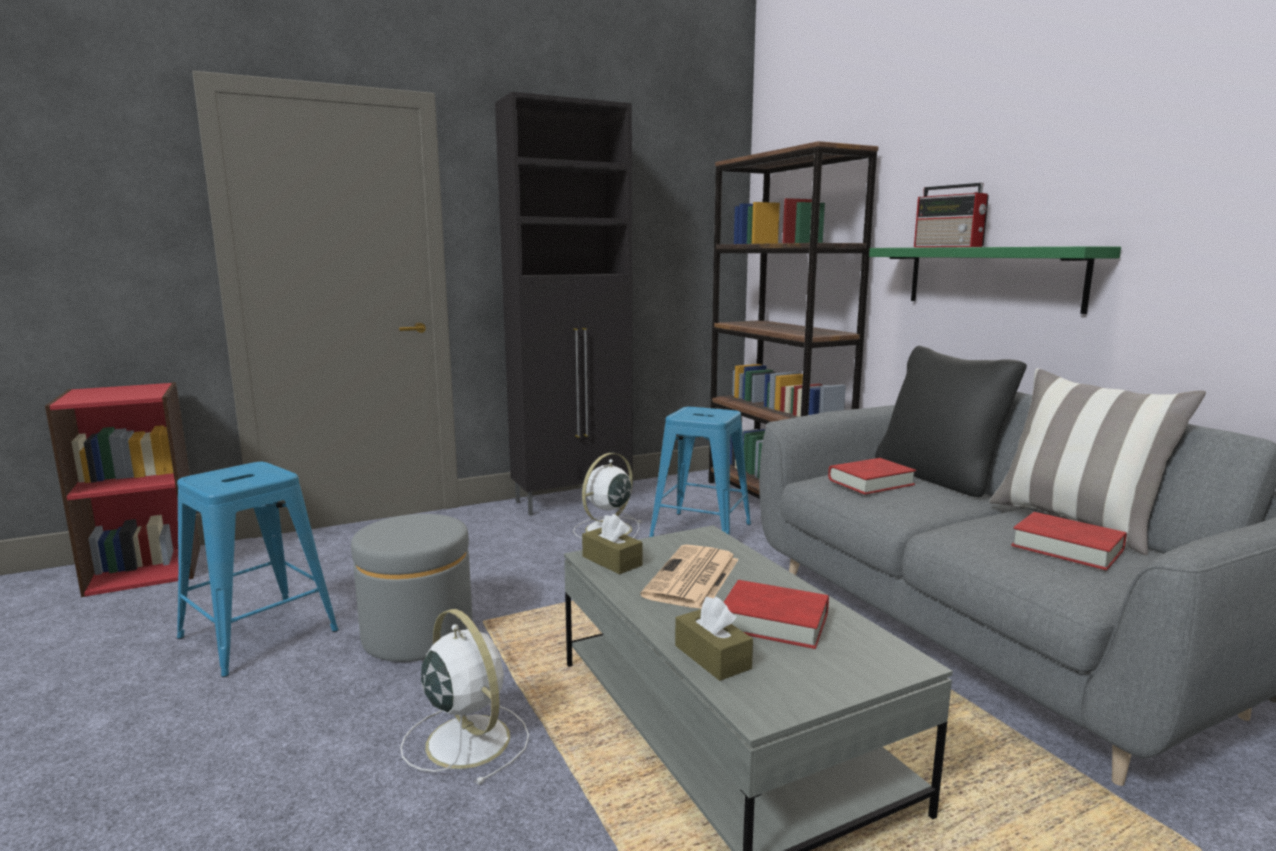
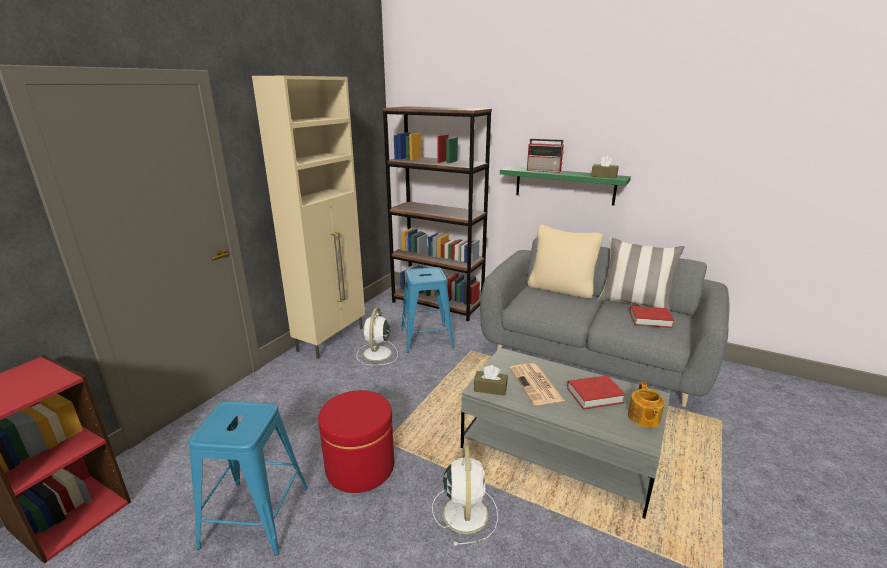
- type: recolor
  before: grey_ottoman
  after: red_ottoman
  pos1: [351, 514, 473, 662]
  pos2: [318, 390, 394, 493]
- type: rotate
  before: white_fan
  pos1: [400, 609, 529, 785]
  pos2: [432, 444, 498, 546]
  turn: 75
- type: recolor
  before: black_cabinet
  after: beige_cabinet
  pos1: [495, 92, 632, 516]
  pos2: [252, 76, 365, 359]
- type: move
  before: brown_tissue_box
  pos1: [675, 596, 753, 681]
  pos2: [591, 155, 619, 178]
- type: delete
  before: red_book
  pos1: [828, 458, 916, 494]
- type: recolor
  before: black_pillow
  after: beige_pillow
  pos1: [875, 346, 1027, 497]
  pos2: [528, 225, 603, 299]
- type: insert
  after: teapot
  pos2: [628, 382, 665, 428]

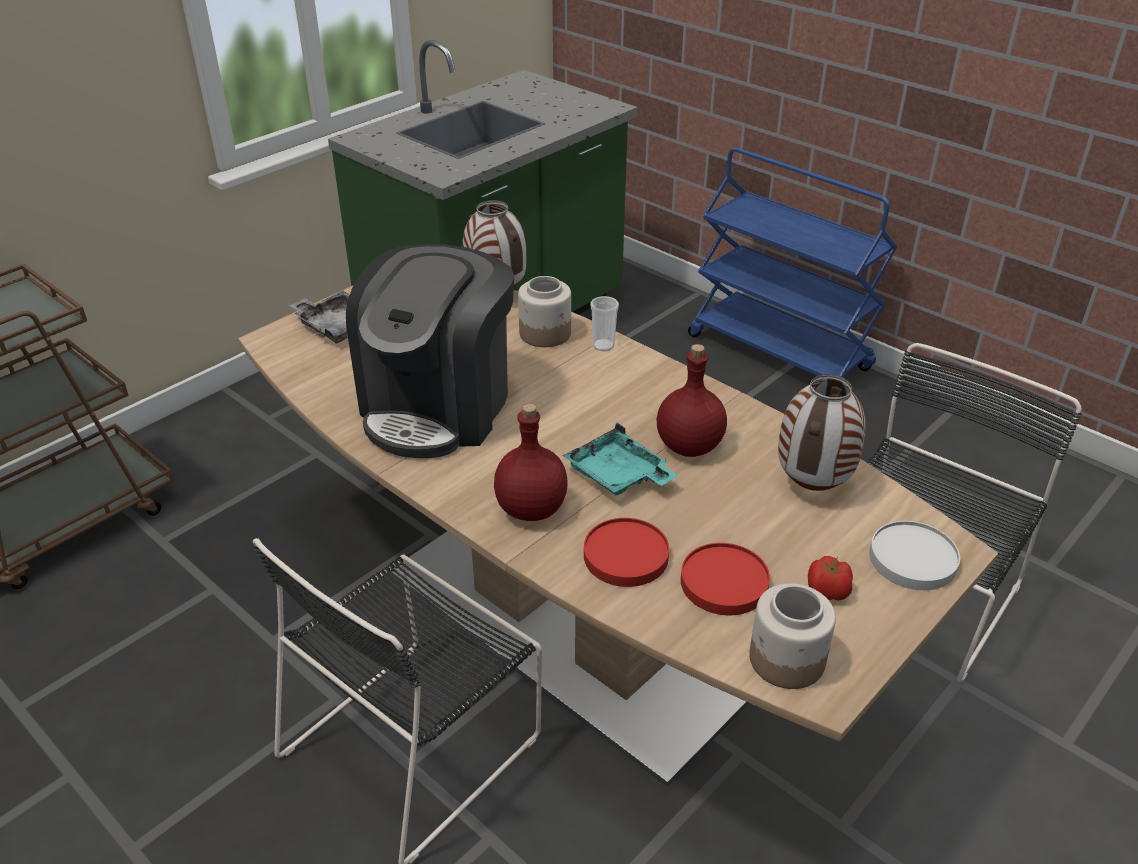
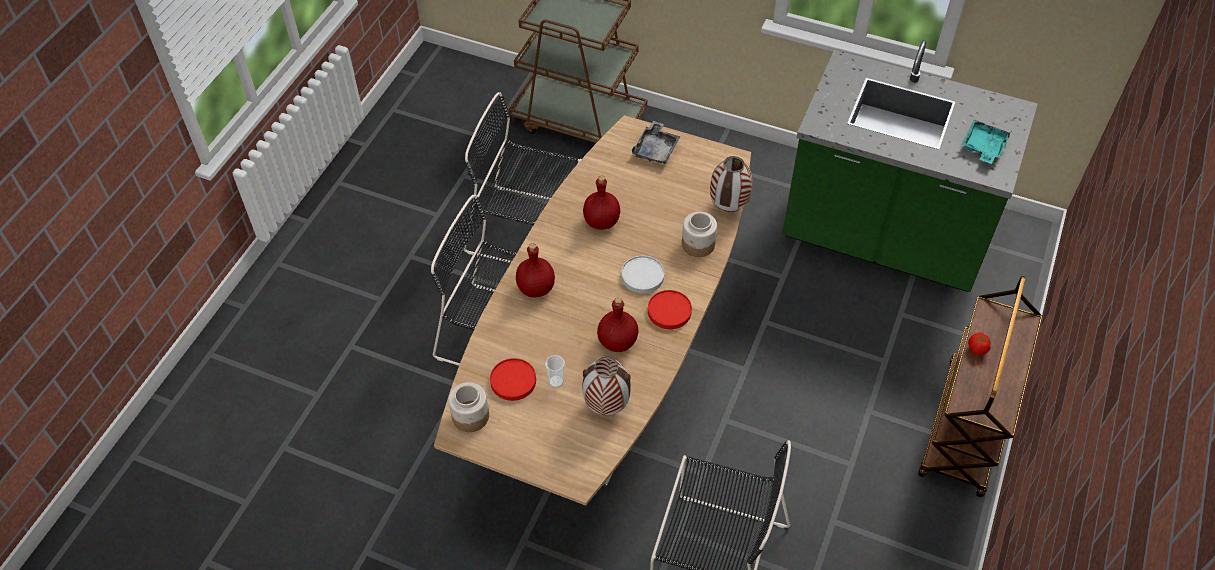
- type: replace
  before: coffee_machine
  after: red_bottle
  pos1: [346, 244, 514, 458]
  pos2: [583, 176, 620, 230]
- type: move
  before: turquoise_tray
  pos1: [562, 423, 678, 495]
  pos2: [962, 120, 1011, 164]
- type: move
  before: red_plate
  pos1: [584, 518, 669, 587]
  pos2: [648, 290, 692, 329]
- type: move
  before: cup
  pos1: [590, 296, 619, 351]
  pos2: [545, 355, 565, 388]
- type: recolor
  before: blue_cart
  after: brown_cart
  pos1: [688, 148, 897, 377]
  pos2: [918, 276, 1042, 497]
- type: move
  before: tomato
  pos1: [808, 556, 853, 601]
  pos2: [968, 333, 991, 355]
- type: move
  before: white_plate
  pos1: [869, 521, 960, 590]
  pos2: [621, 256, 664, 293]
- type: insert
  after: black_chair
  pos2: [463, 92, 581, 263]

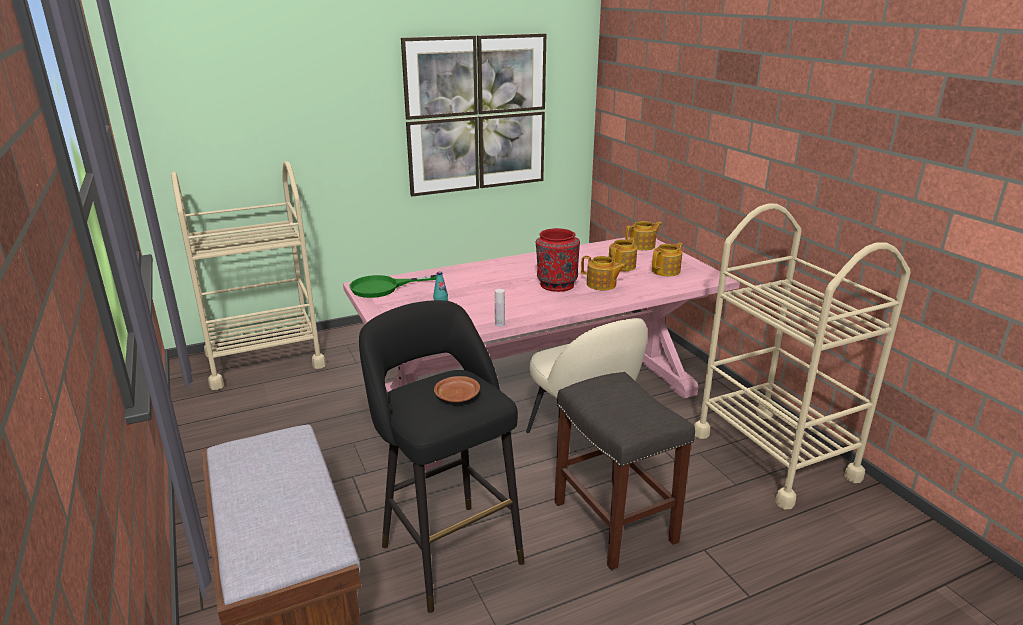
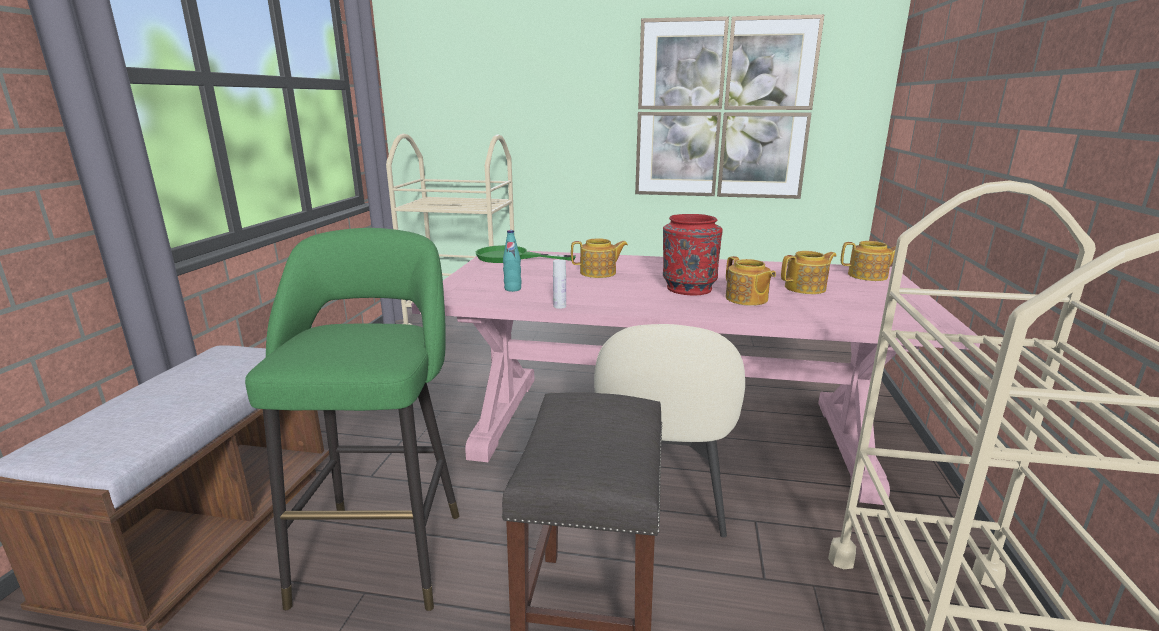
- type: recolor
  before: black_stool
  after: green_stool
  pos1: [359, 300, 525, 613]
  pos2: [245, 228, 459, 611]
- type: delete
  before: brown_plate
  pos1: [434, 376, 480, 403]
- type: move
  before: teapot
  pos1: [652, 242, 683, 276]
  pos2: [571, 238, 628, 278]

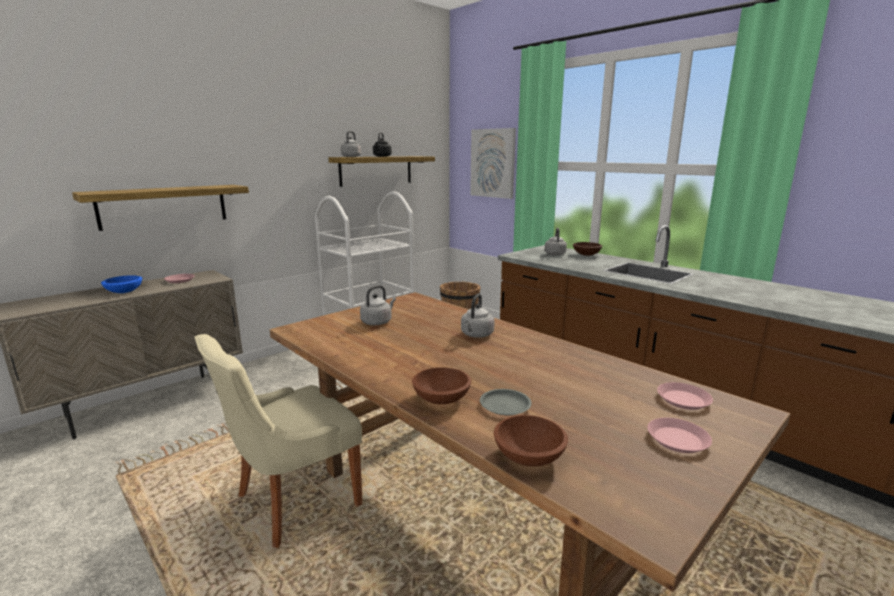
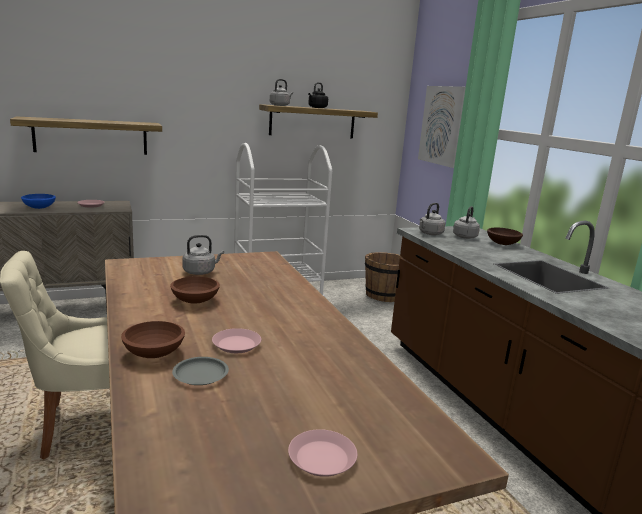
- type: move
  before: grey_kettle
  pos1: [461, 294, 495, 338]
  pos2: [419, 203, 445, 235]
- type: move
  before: brown_bowl
  pos1: [494, 415, 568, 467]
  pos2: [170, 276, 220, 304]
- type: move
  before: pink_plate
  pos1: [657, 382, 713, 410]
  pos2: [212, 328, 261, 353]

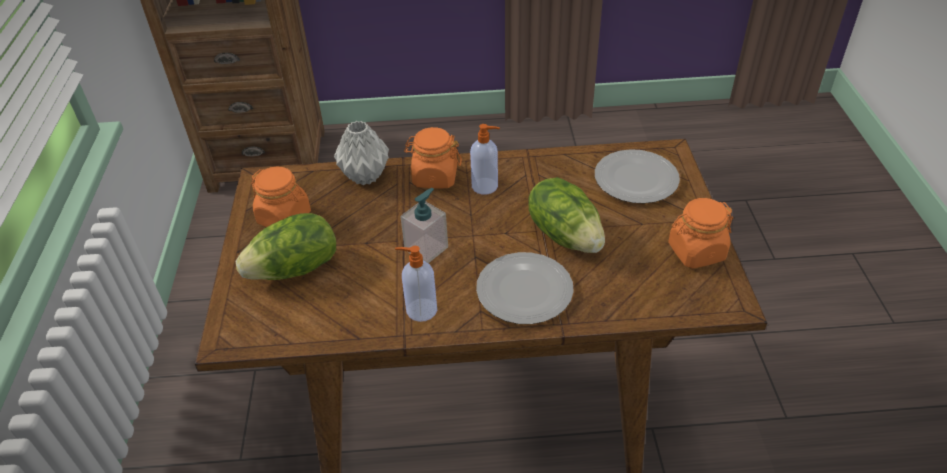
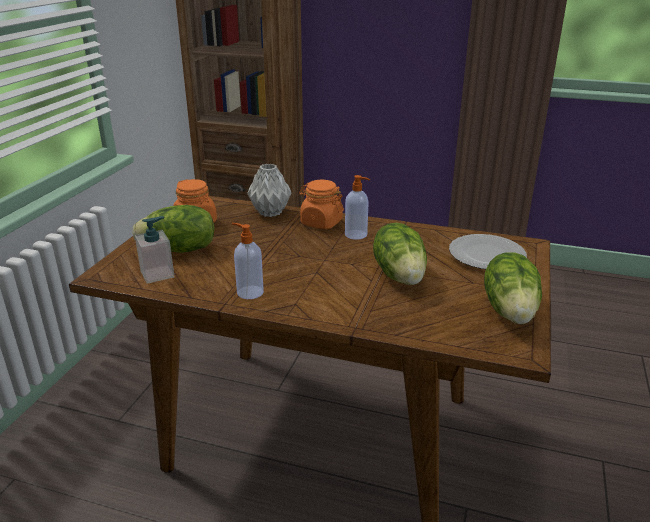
- type: move
  before: soap_dispenser
  pos1: [400, 188, 448, 263]
  pos2: [135, 216, 175, 284]
- type: delete
  before: plate
  pos1: [476, 252, 574, 324]
- type: replace
  before: orange_jar
  after: lettuce
  pos1: [668, 198, 733, 269]
  pos2: [484, 252, 542, 324]

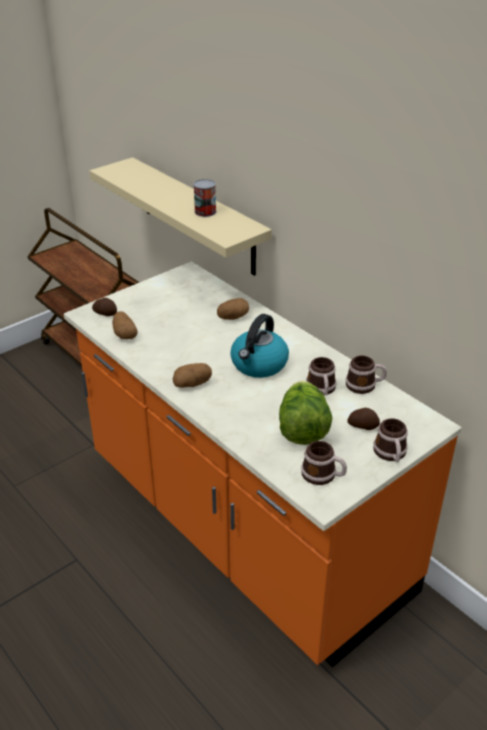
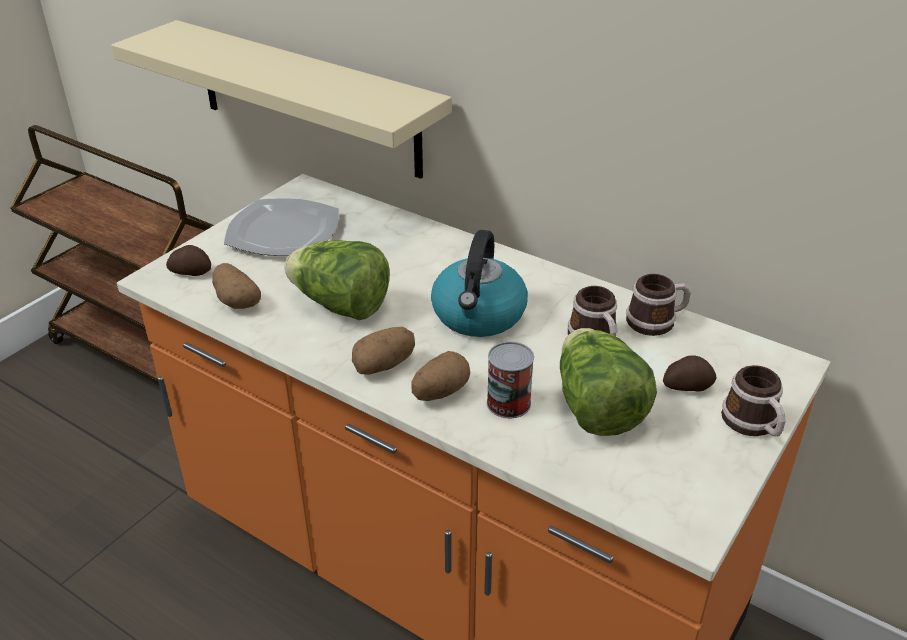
- type: move
  before: can
  pos1: [193, 179, 216, 217]
  pos2: [487, 342, 534, 418]
- type: move
  before: potato
  pos1: [217, 298, 249, 320]
  pos2: [412, 351, 470, 401]
- type: delete
  before: mug
  pos1: [301, 441, 347, 485]
- type: insert
  after: plate
  pos2: [224, 198, 339, 256]
- type: insert
  after: lettuce
  pos2: [285, 240, 390, 320]

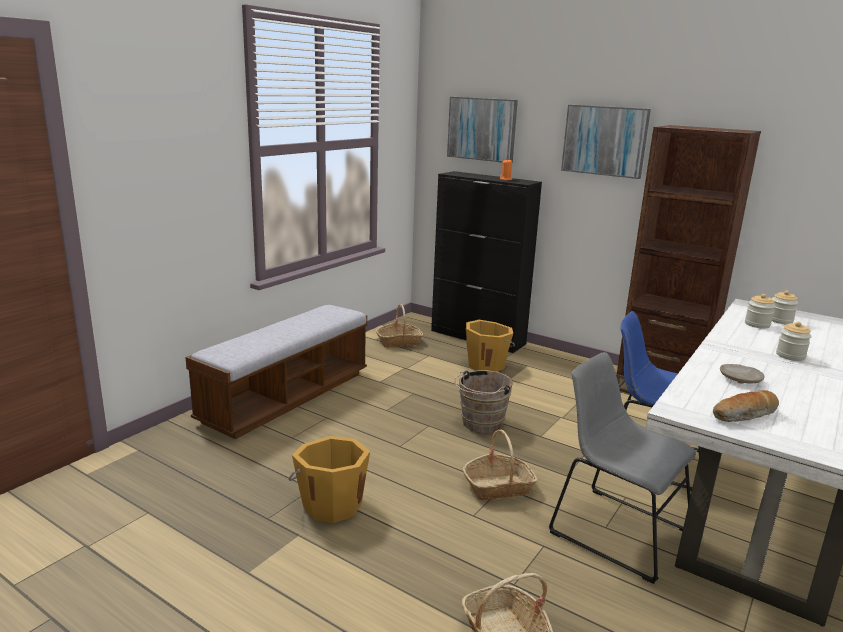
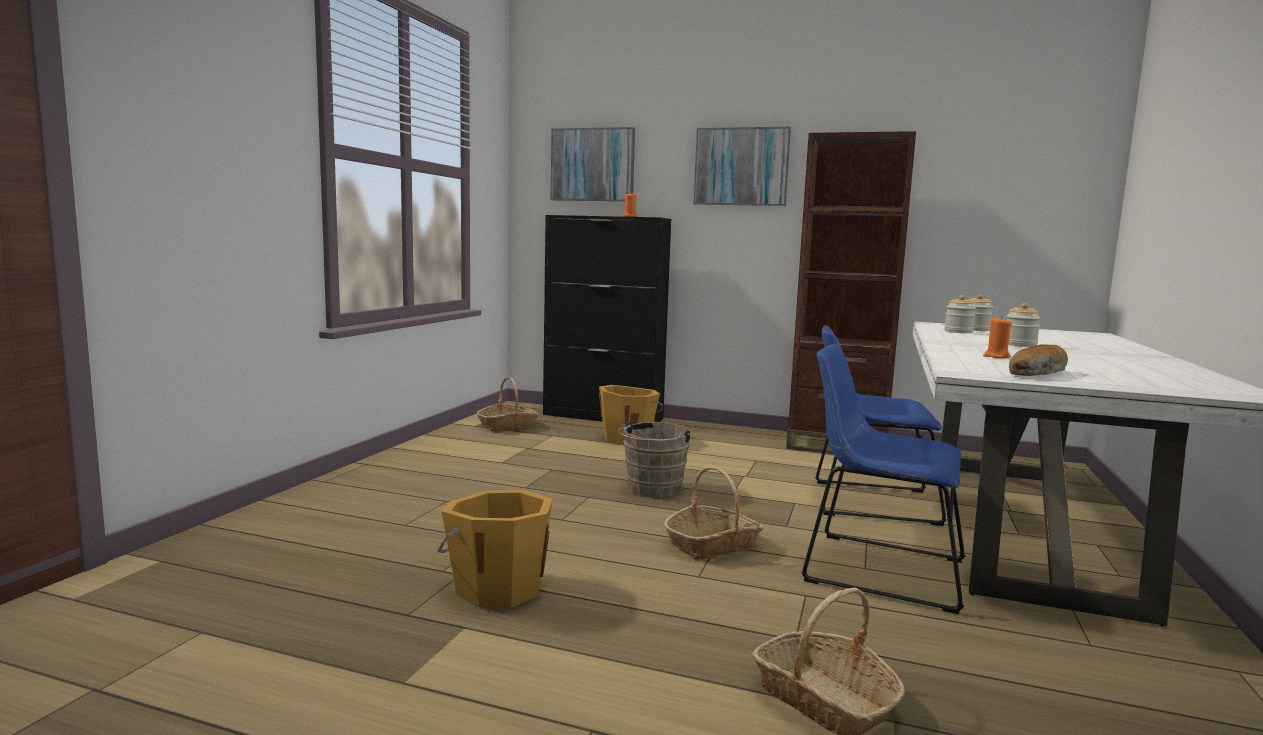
- type: delete
  before: bench
  pos1: [185, 305, 367, 439]
- type: recolor
  before: grey_chair
  after: blue_chair
  pos1: [549, 352, 696, 584]
  pos2: [802, 344, 965, 614]
- type: replace
  before: beige_plate
  after: orange_candle
  pos1: [720, 364, 765, 384]
  pos2: [983, 316, 1012, 358]

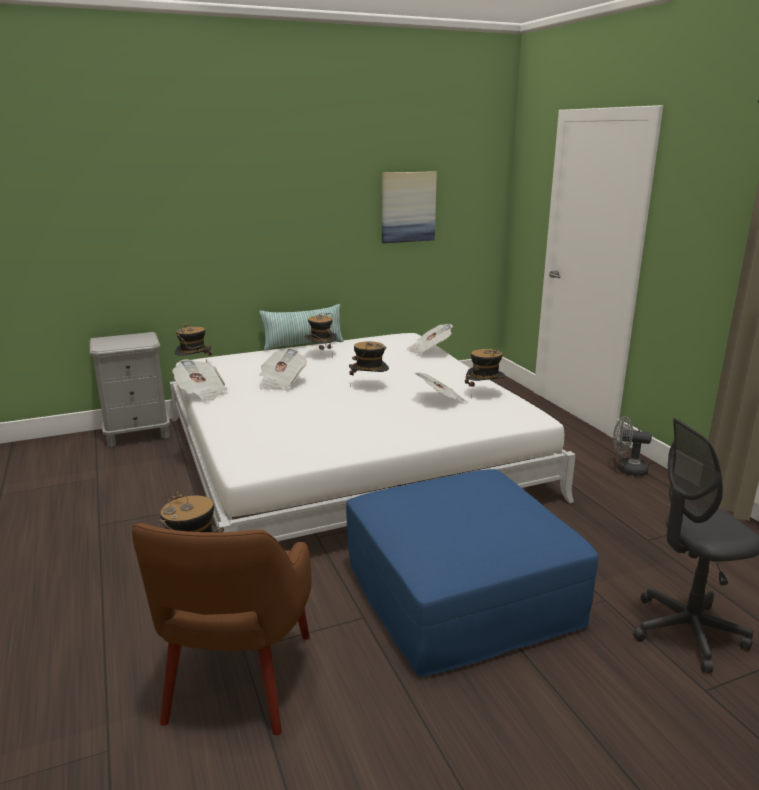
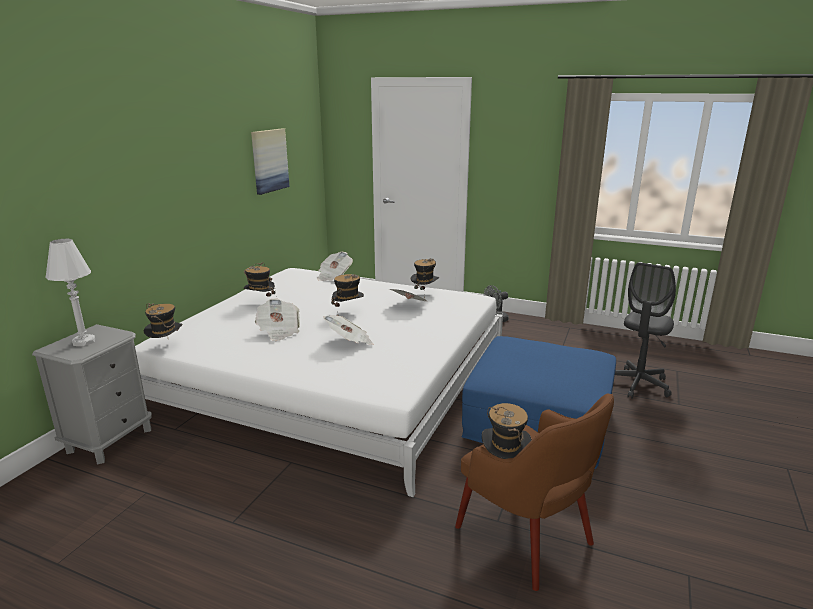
- type: move
  before: newspaper
  pos1: [172, 359, 227, 402]
  pos2: [323, 315, 374, 345]
- type: delete
  before: pillow
  pos1: [259, 304, 344, 351]
- type: insert
  after: white_table_lamp
  pos2: [45, 239, 95, 346]

